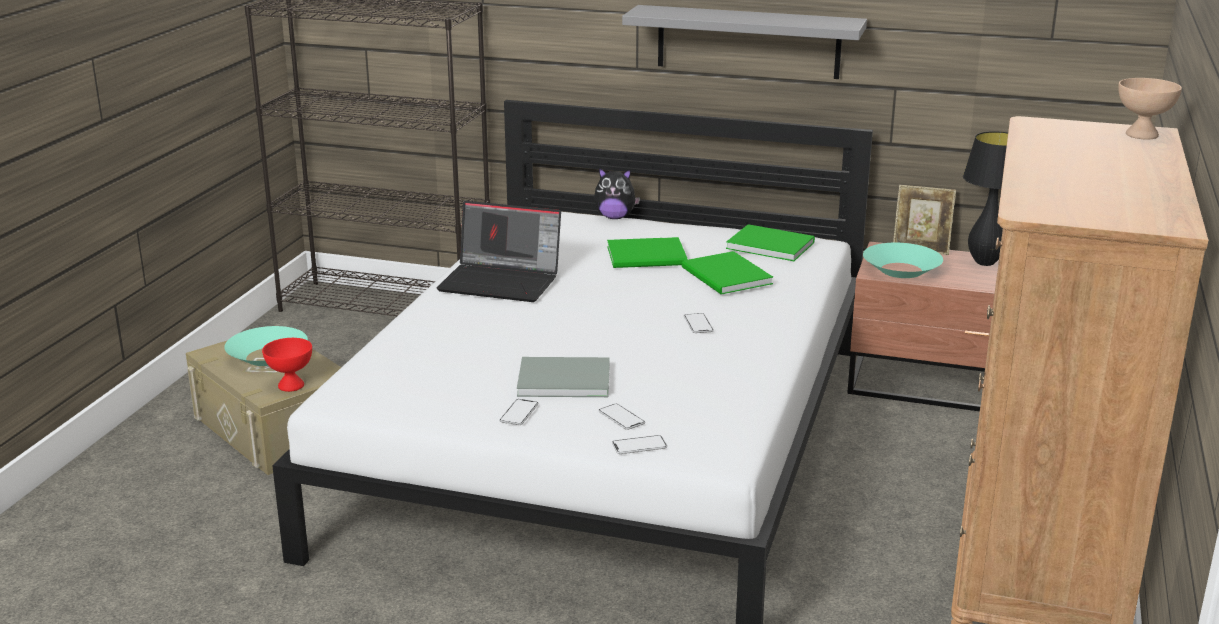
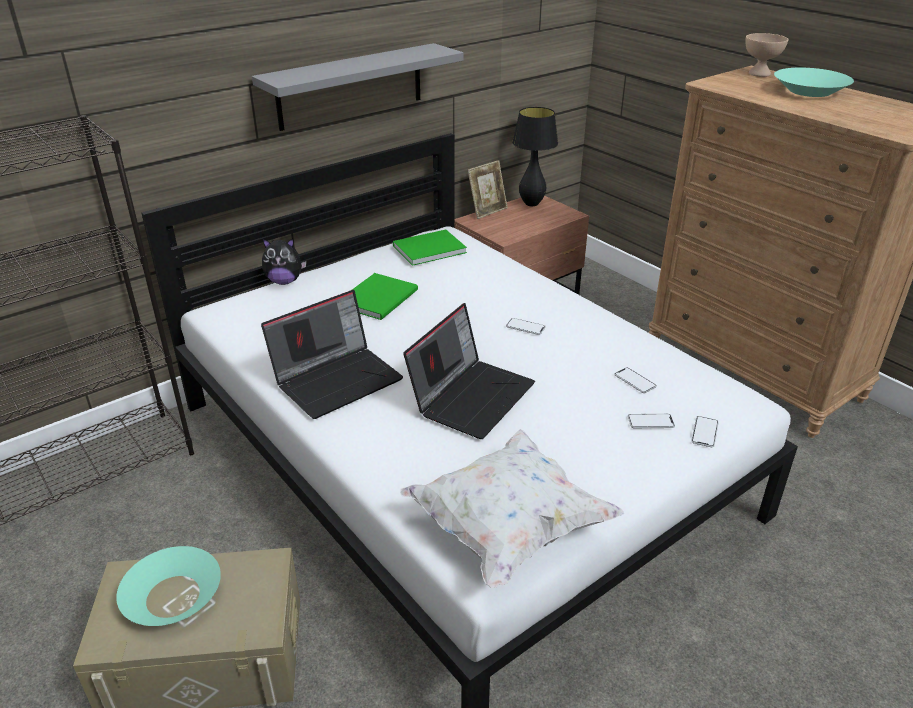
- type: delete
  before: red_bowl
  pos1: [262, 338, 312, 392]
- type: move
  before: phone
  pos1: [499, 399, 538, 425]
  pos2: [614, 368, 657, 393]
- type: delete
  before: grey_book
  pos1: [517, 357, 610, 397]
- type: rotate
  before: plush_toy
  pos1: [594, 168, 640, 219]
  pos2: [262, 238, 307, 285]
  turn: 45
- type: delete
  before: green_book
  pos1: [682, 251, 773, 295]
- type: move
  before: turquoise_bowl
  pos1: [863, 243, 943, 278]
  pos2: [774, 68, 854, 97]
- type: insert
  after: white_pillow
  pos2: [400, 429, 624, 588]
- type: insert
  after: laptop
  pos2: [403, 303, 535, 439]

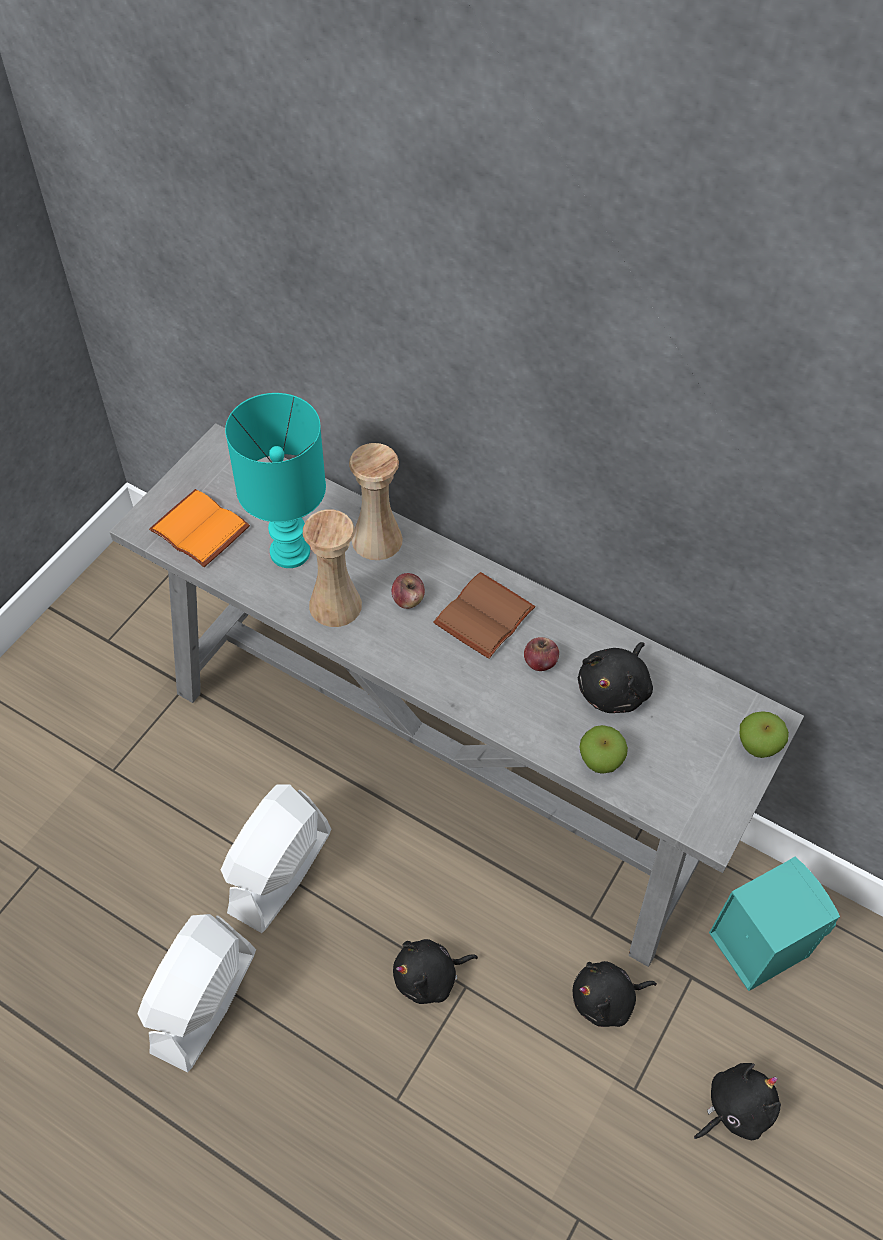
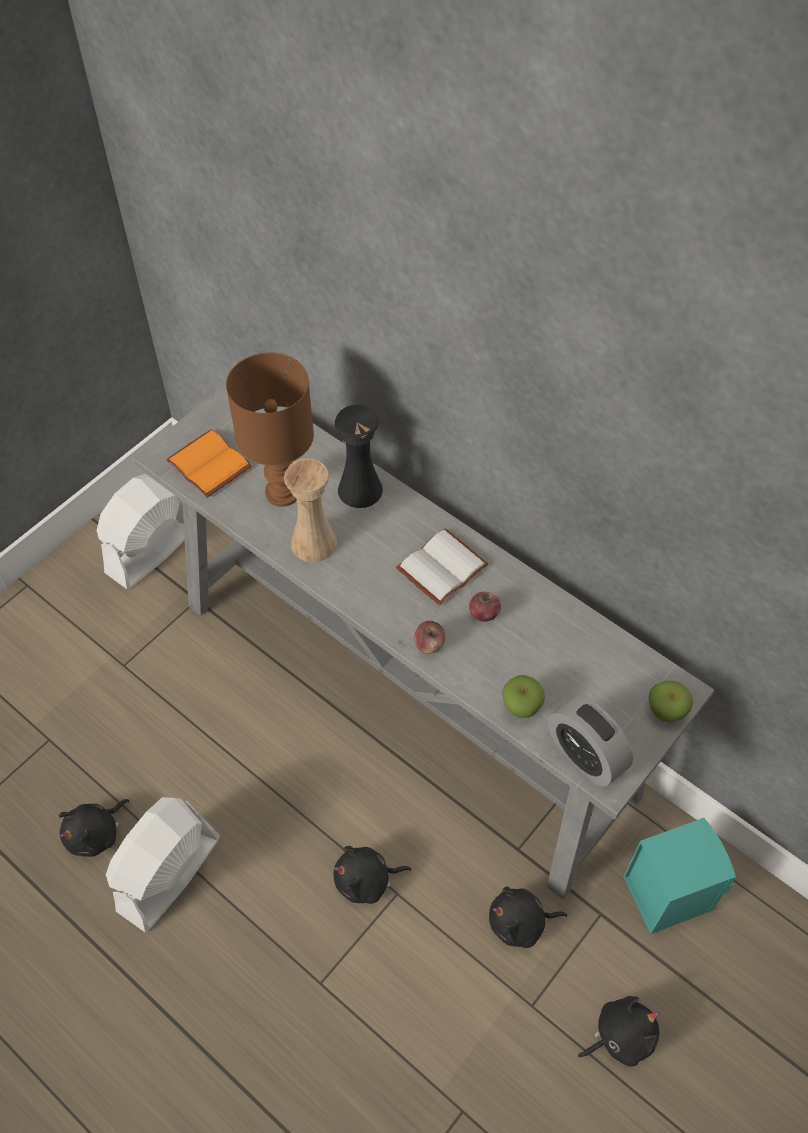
- type: move
  before: white_fan
  pos1: [221, 784, 331, 933]
  pos2: [97, 474, 185, 589]
- type: recolor
  before: turquoise_table_lamp
  after: brown_table_lamp
  pos1: [225, 393, 326, 568]
  pos2: [226, 353, 314, 507]
- type: recolor
  before: beige_vase
  after: black_vase
  pos1: [349, 443, 403, 560]
  pos2: [335, 405, 383, 508]
- type: move
  before: apple
  pos1: [391, 573, 425, 609]
  pos2: [414, 621, 445, 654]
- type: recolor
  before: brown_book
  after: white_book
  pos1: [433, 572, 536, 659]
  pos2: [396, 528, 488, 605]
- type: move
  before: black_plush_toy
  pos1: [578, 642, 653, 713]
  pos2: [59, 799, 130, 857]
- type: insert
  after: alarm_clock
  pos2: [548, 696, 633, 787]

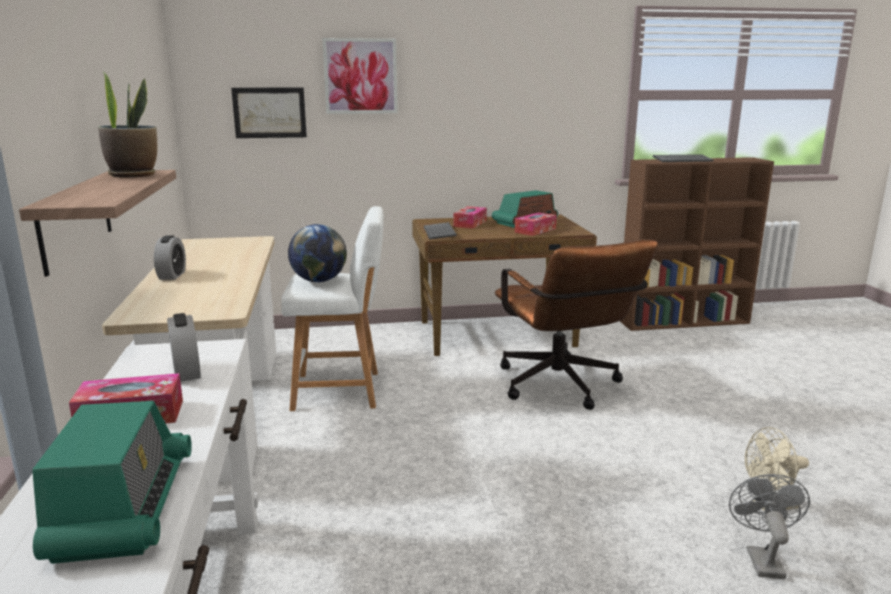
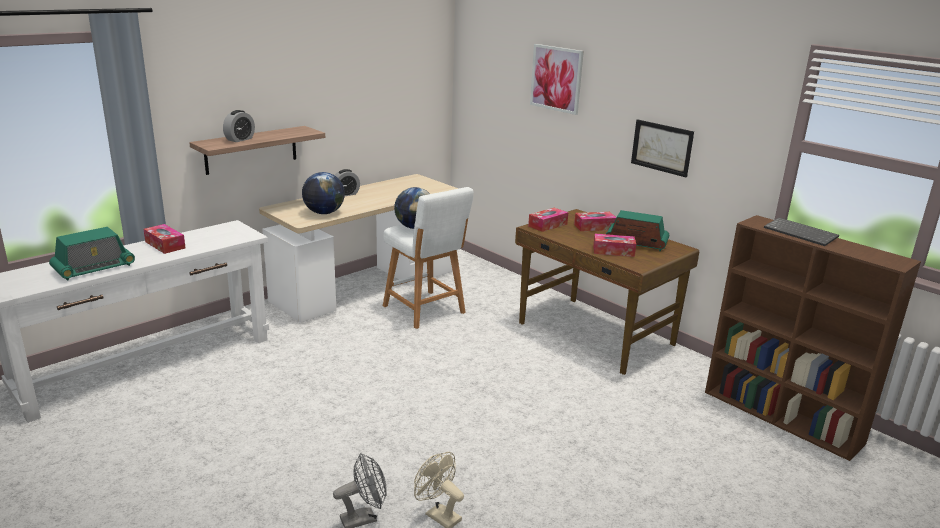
- type: delete
  before: potted_plant
  pos1: [98, 72, 157, 178]
- type: move
  before: alarm_clock
  pos1: [167, 313, 201, 382]
  pos2: [223, 110, 255, 142]
- type: move
  before: picture
  pos1: [231, 88, 307, 138]
  pos2: [631, 119, 694, 177]
- type: replace
  before: keyboard
  after: tissue_box
  pos1: [424, 222, 457, 240]
  pos2: [528, 208, 568, 232]
- type: delete
  before: brown_office_chair
  pos1: [495, 239, 658, 410]
- type: insert
  after: globe
  pos2: [302, 172, 345, 214]

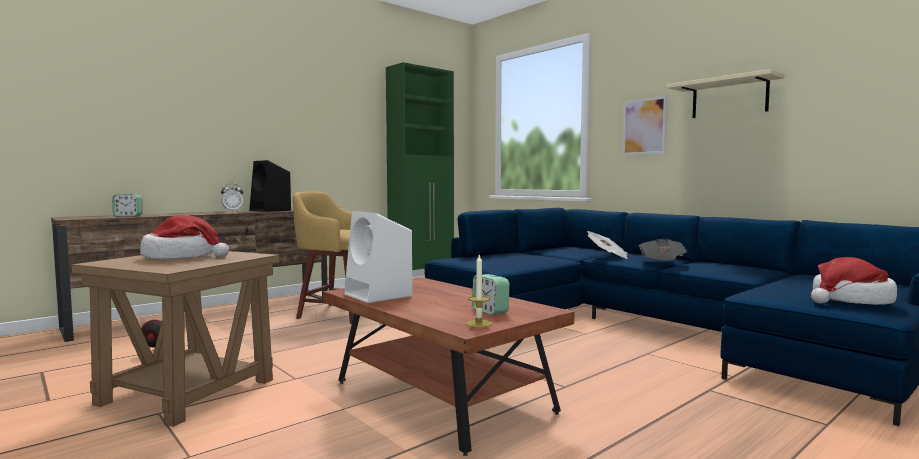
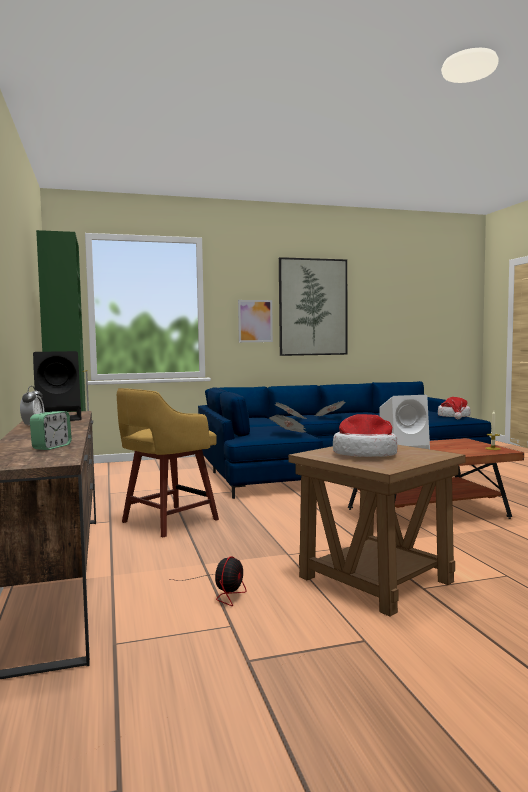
- type: delete
  before: alarm_clock
  pos1: [472, 274, 510, 315]
- type: replace
  before: beige_shelf
  after: picture
  pos1: [666, 69, 785, 118]
  pos2: [279, 257, 347, 356]
- type: insert
  after: newspaper
  pos2: [269, 415, 306, 432]

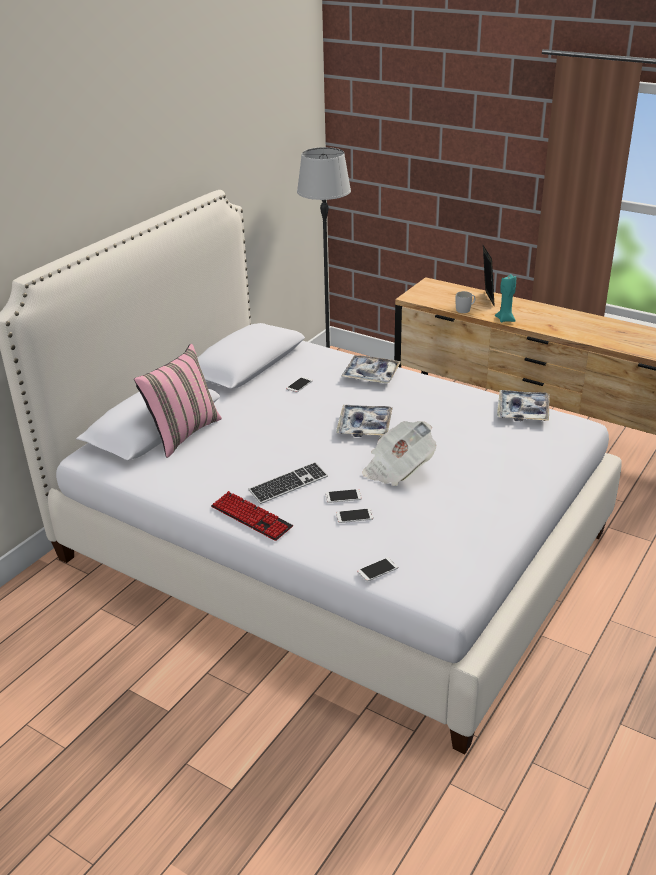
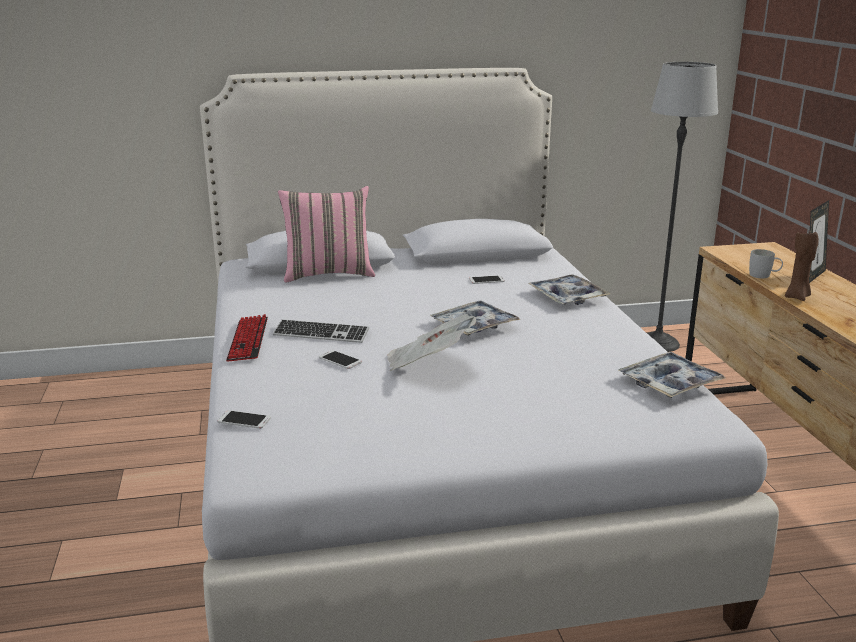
- type: delete
  before: phone
  pos1: [336, 508, 374, 523]
- type: recolor
  before: turquoise_candle
  after: brown_candle
  pos1: [495, 274, 516, 322]
  pos2: [785, 230, 819, 301]

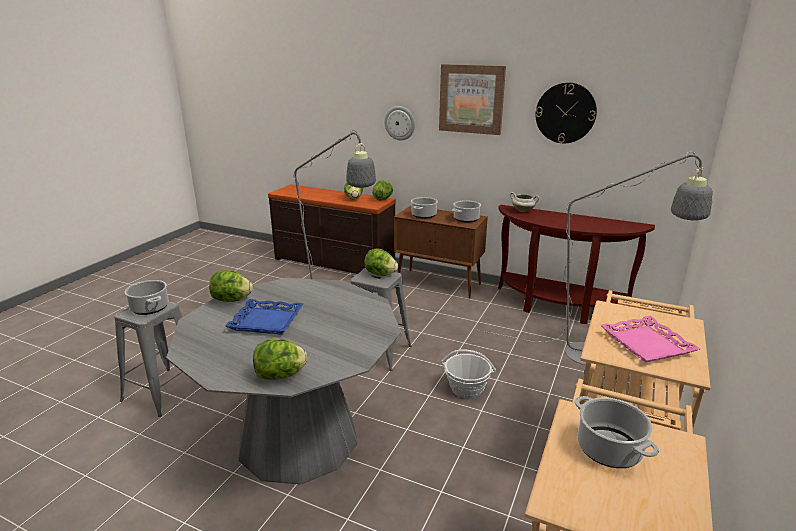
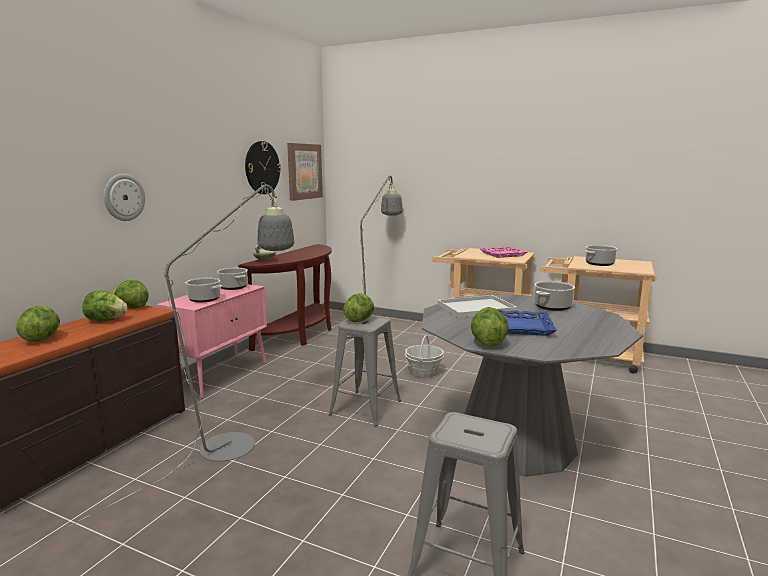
- type: move
  before: cooking_pot
  pos1: [124, 280, 169, 315]
  pos2: [534, 281, 575, 311]
- type: move
  before: lettuce
  pos1: [253, 339, 307, 380]
  pos2: [16, 306, 60, 342]
- type: recolor
  before: brown_cabinet
  after: pink_cabinet
  pos1: [394, 206, 488, 298]
  pos2: [156, 284, 267, 399]
- type: move
  before: picture
  pos1: [439, 64, 506, 135]
  pos2: [287, 143, 323, 201]
- type: insert
  after: white_tray
  pos2: [438, 295, 518, 318]

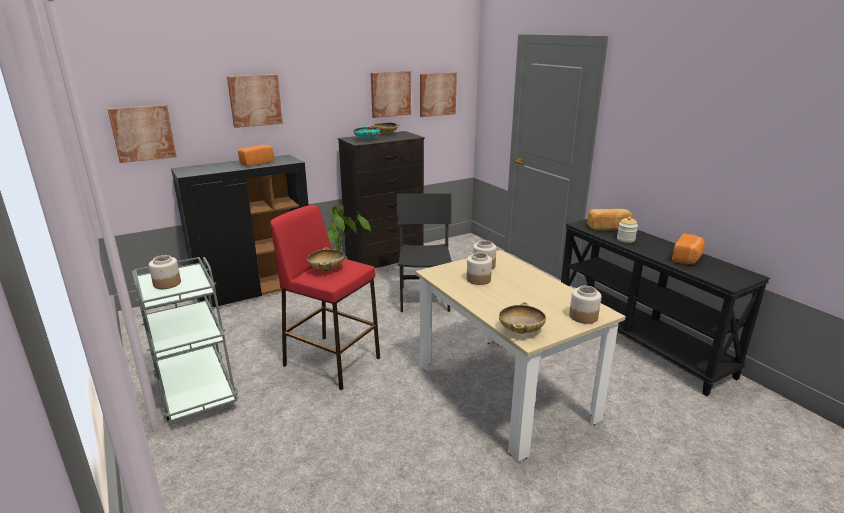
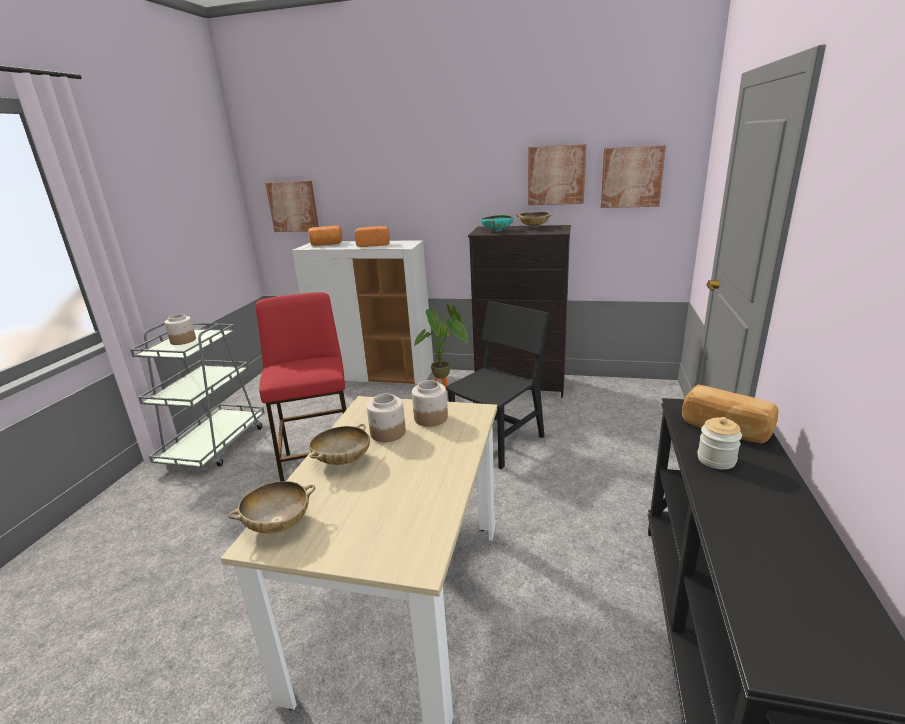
- type: recolor
  before: black_cabinet
  after: white_cabinet
  pos1: [171, 155, 309, 307]
  pos2: [292, 240, 434, 385]
- type: delete
  before: picture
  pos1: [227, 74, 283, 128]
- type: move
  before: beige_bowl
  pos1: [307, 247, 345, 271]
  pos2: [309, 424, 370, 465]
- type: delete
  before: jar
  pos1: [569, 286, 601, 324]
- type: move
  before: bread
  pos1: [672, 233, 705, 264]
  pos2: [308, 225, 342, 246]

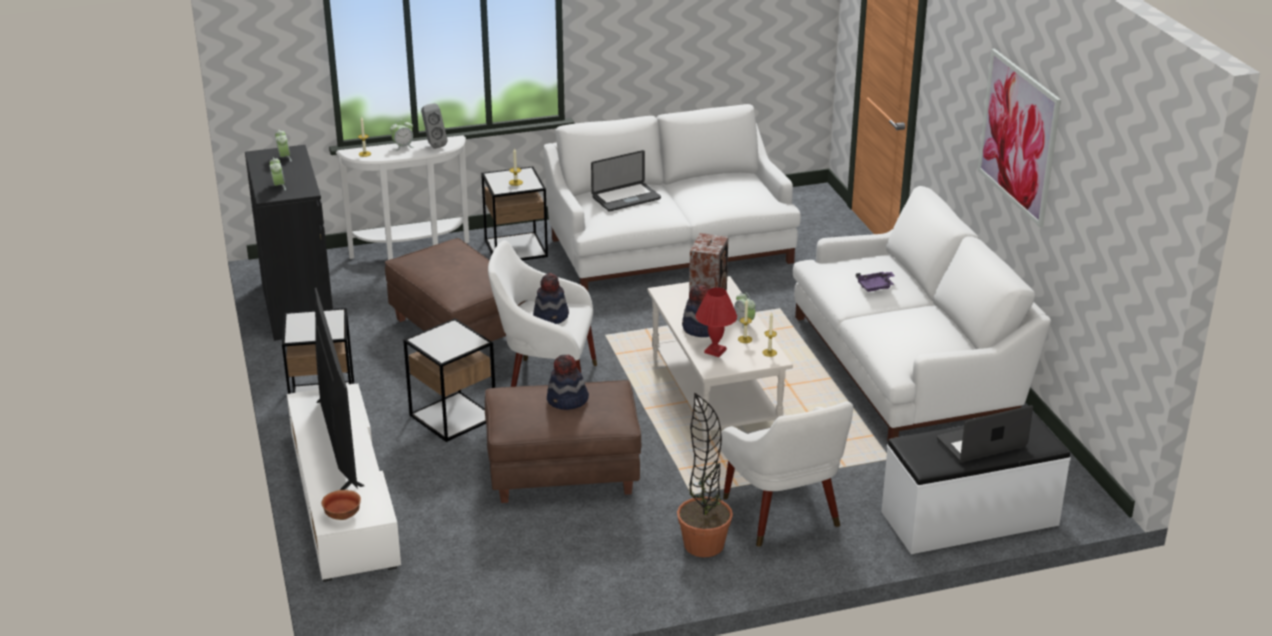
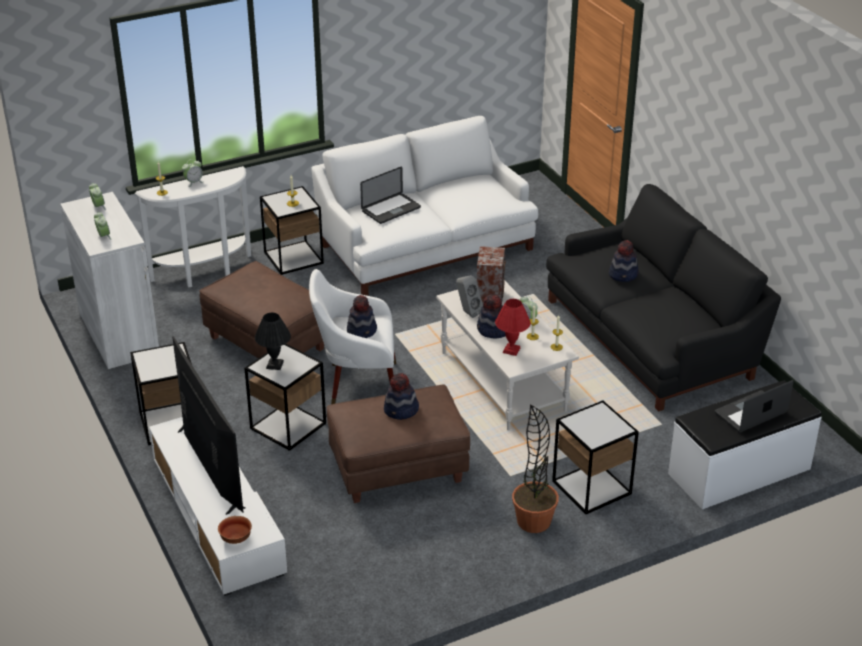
- type: recolor
  before: black_cabinet
  after: white_cabinet
  pos1: [245, 145, 333, 341]
  pos2: [60, 192, 159, 369]
- type: move
  before: grey_speaker
  pos1: [421, 103, 447, 149]
  pos2: [456, 275, 483, 318]
- type: replace
  before: white_armchair
  after: side_table
  pos1: [721, 401, 853, 547]
  pos2: [552, 400, 639, 514]
- type: recolor
  before: white_sofa
  after: black_sofa
  pos1: [793, 186, 1051, 441]
  pos2: [546, 184, 781, 411]
- type: replace
  before: purple_tray
  after: hat
  pos1: [856, 272, 894, 292]
  pos2: [609, 240, 639, 282]
- type: delete
  before: picture
  pos1: [978, 49, 1061, 228]
- type: insert
  after: black_table_lamp
  pos2: [255, 313, 291, 370]

